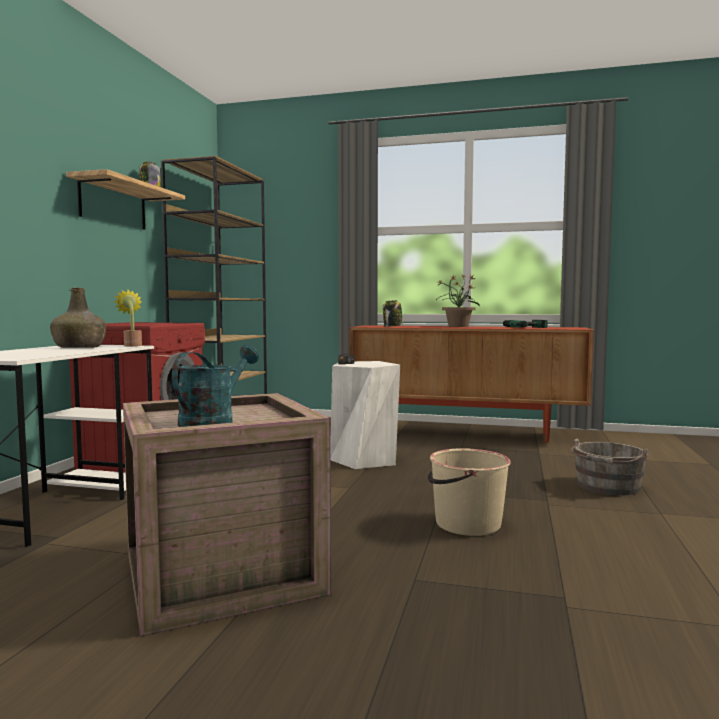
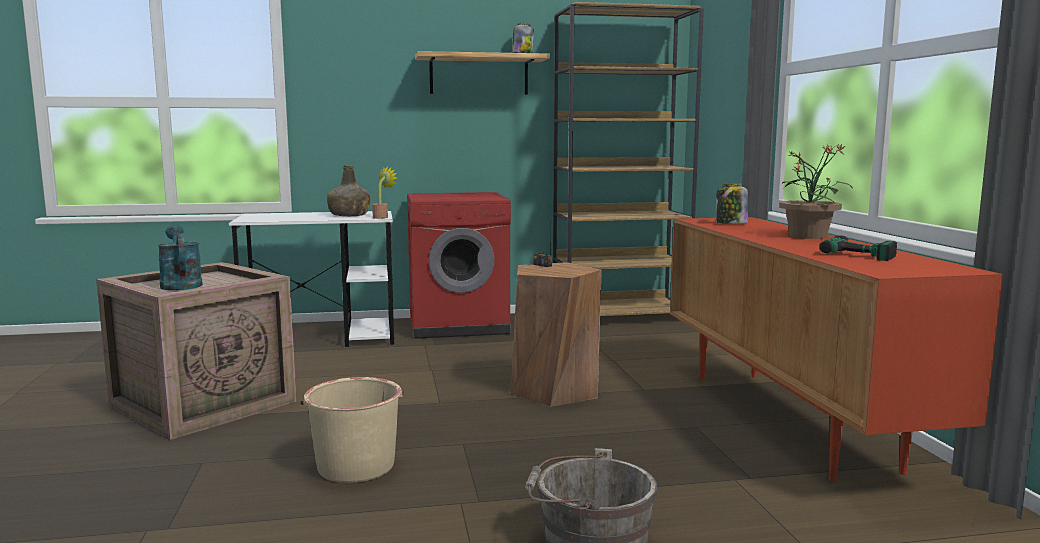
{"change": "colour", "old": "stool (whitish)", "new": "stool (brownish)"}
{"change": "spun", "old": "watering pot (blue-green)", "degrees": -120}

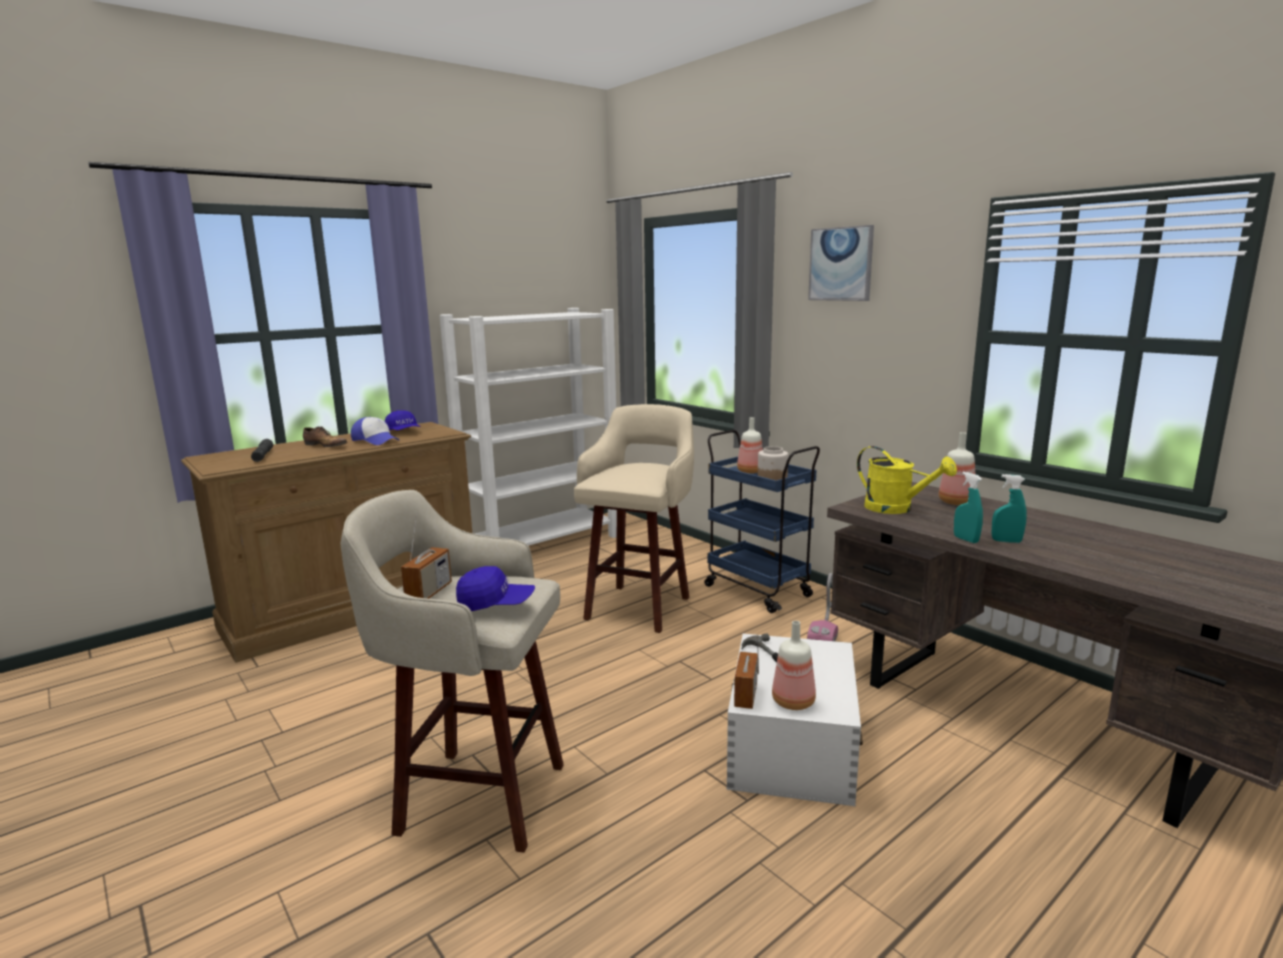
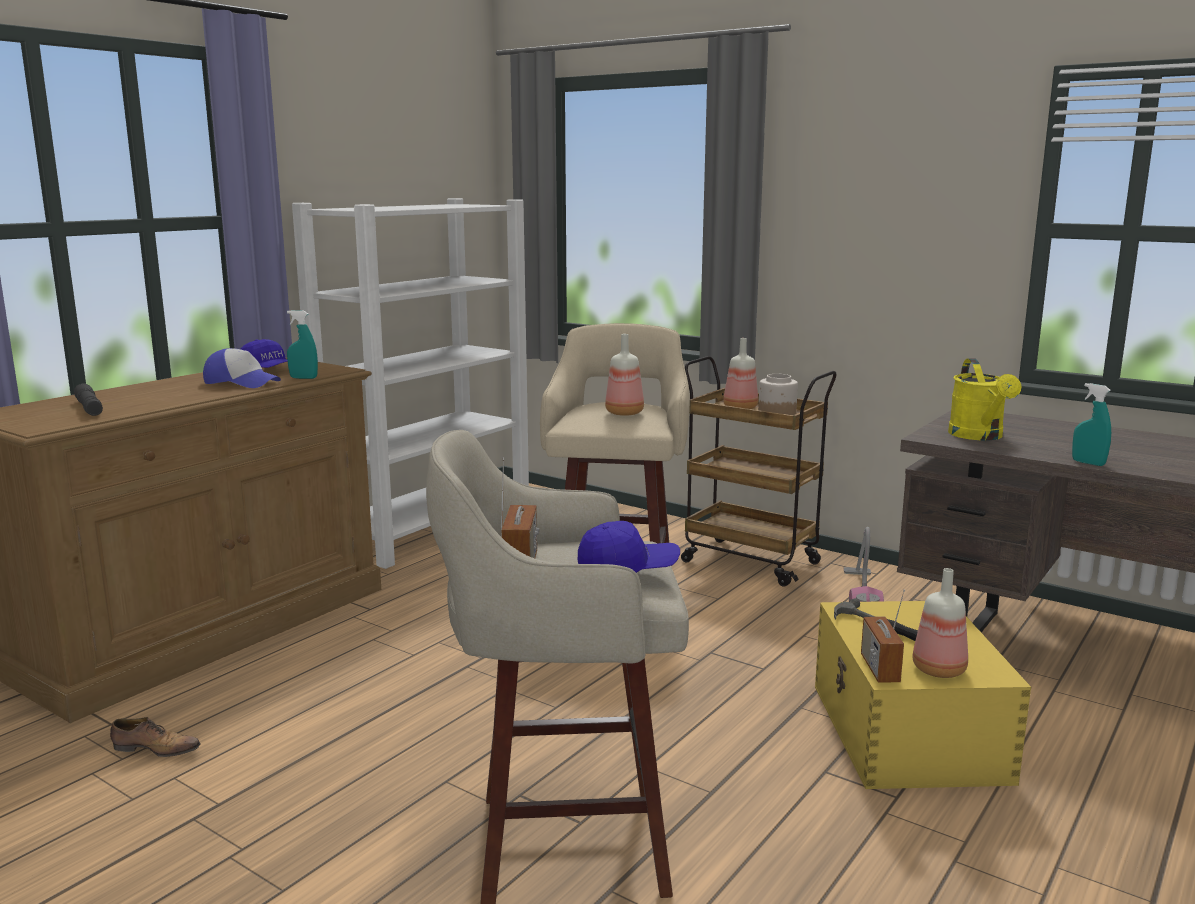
{"change": "missing", "old": "wall art"}
{"change": "relocated", "old": "item of footwear"}
{"change": "relocated", "old": "bottle (no. 3 from left in the first image)", "new": "bottle (no. 1 from left)"}
{"change": "relocated", "old": "sprayer (blue-green) (no. 2 from left in the first image)", "new": "sprayer (blue-green) (no. 1 from left)"}
{"change": "colour", "old": "wheeled cart (blue-coloured)", "new": "wheeled cart (brownish)"}
{"change": "colour", "old": "storage bin (whitish)", "new": "storage bin (yellowish)"}
{"change": "spun", "old": "watering pot (yellowish)", "degrees": 60}

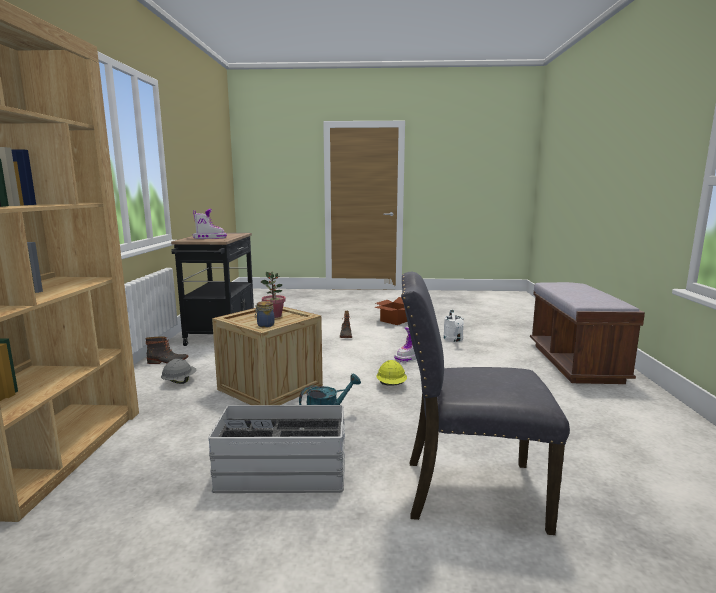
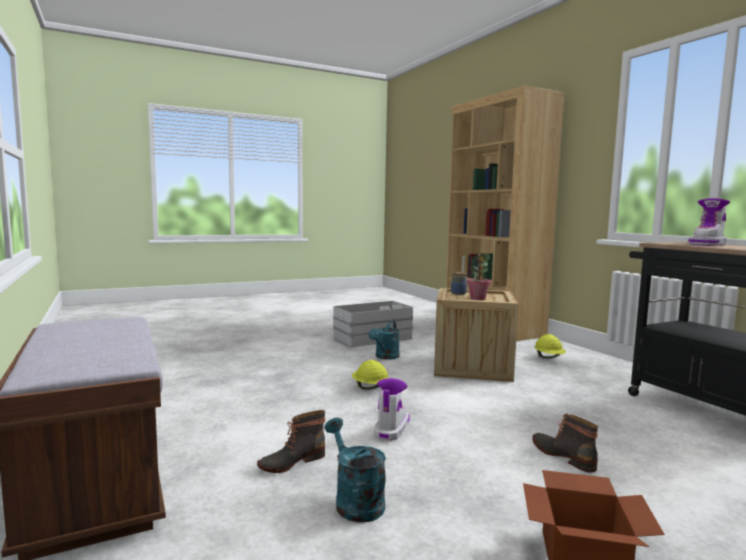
{"change": "missing", "old": "upright chair (gray)"}
{"change": "relocated", "old": "high-top boot (no. 1 from left)"}
{"change": "colour", "old": "hard hat (gray)", "new": "hard hat (yellowish) (no. 2 from left)"}
{"change": "colour", "old": "watering pot (whitish)", "new": "watering pot (blue-green) (no. 1 from left)"}

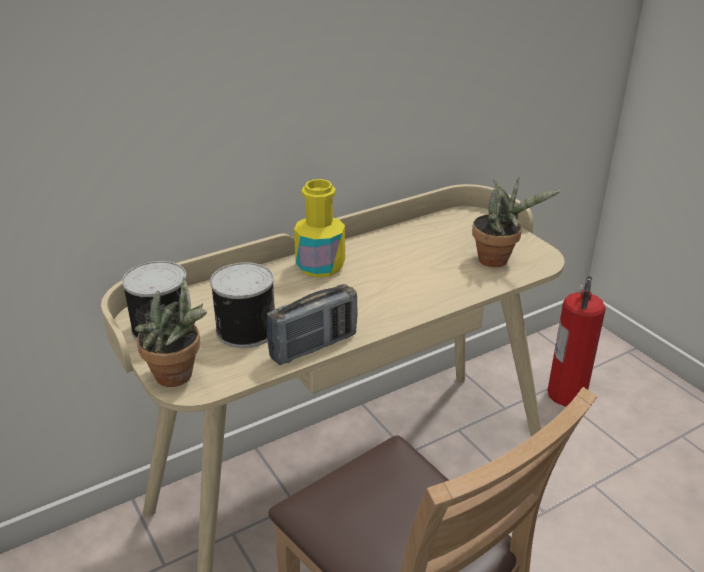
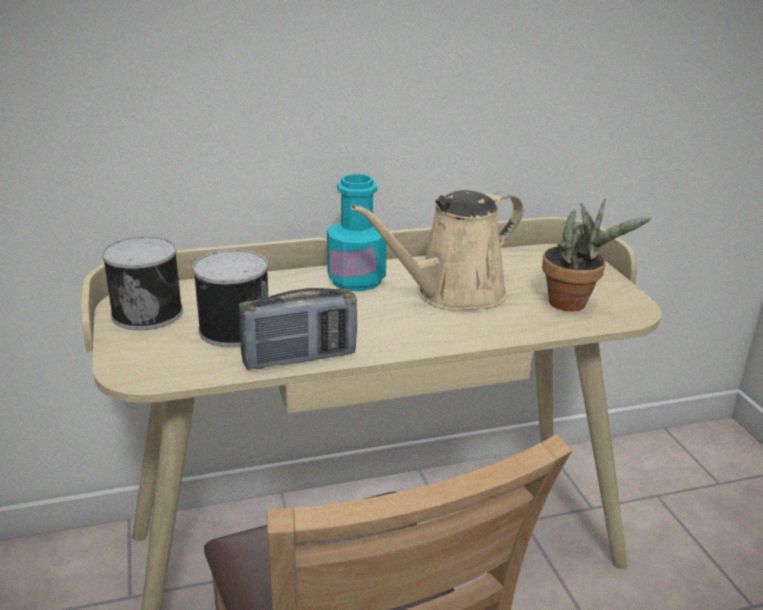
{"change": "missing", "old": "houseplant (no. 1 from left)"}
{"change": "missing", "old": "extinguisher"}
{"change": "appeared", "new": "watering pot (sand-coloured)"}
{"change": "colour", "old": "bottle (yellowish)", "new": "bottle (blue-green)"}

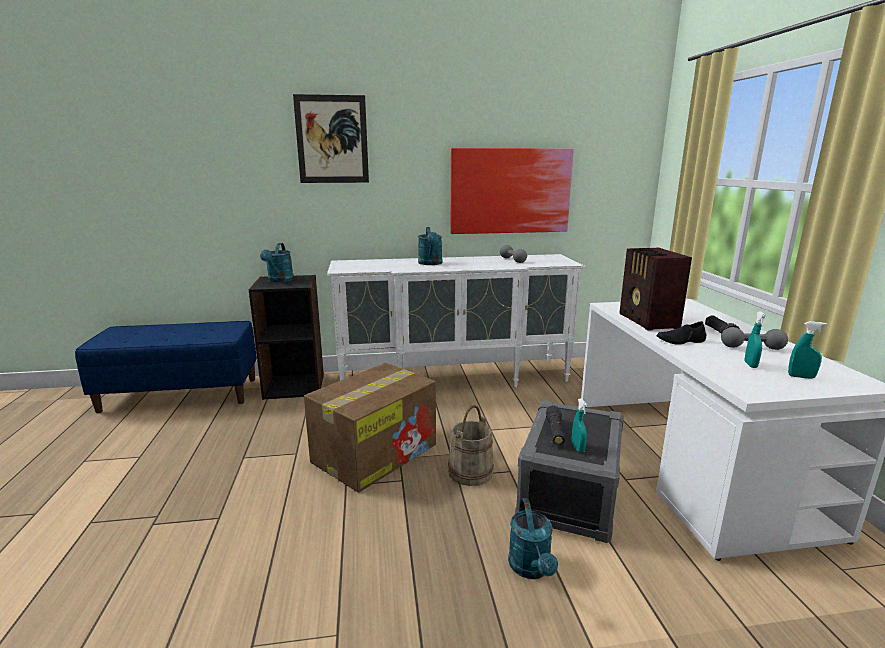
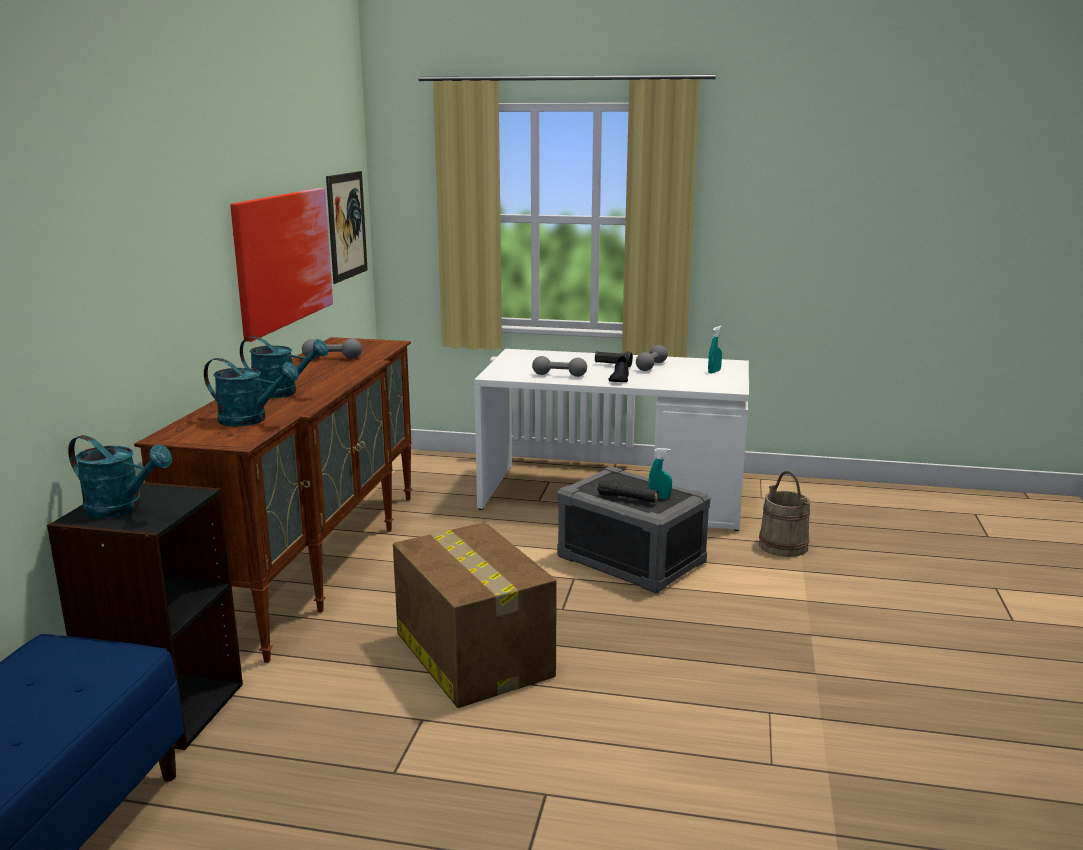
{"change": "missing", "old": "sprayer (blue-green) (no. 2 from left)"}
{"change": "relocated", "old": "wall art (no. 1 from left in the first image)", "new": "wall art (no. 2 from left)"}
{"change": "relocated", "old": "water bucket (sand-coloured)"}
{"change": "relocated", "old": "watering pot (blue-green) (no. 3 from left in the first image)", "new": "watering pot (blue-green) (no. 2 from left)"}
{"change": "exchanged", "old": "radio receiver", "new": "dumbbell (gray) (no. 2 from left)"}
{"change": "colour", "old": "cabinet (whitish)", "new": "cabinet (brownish)"}

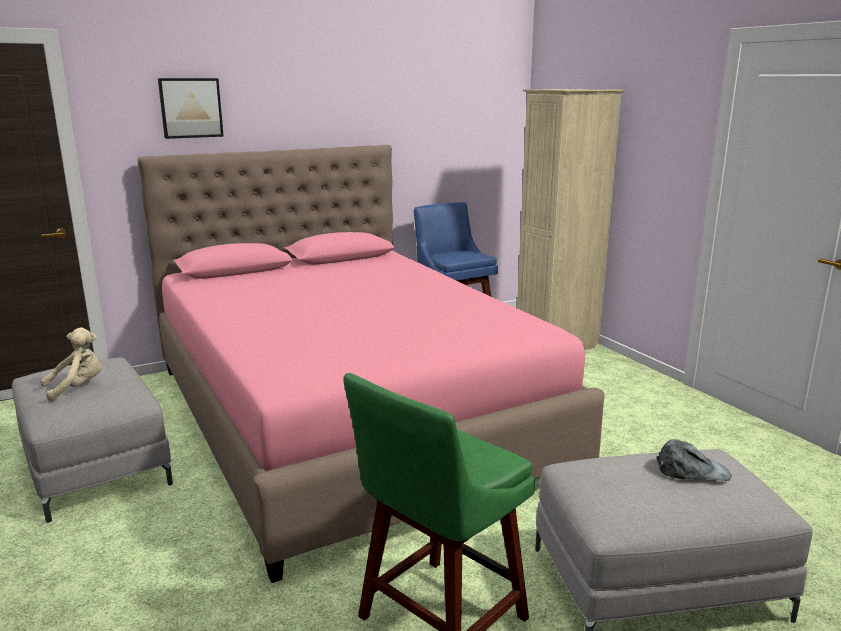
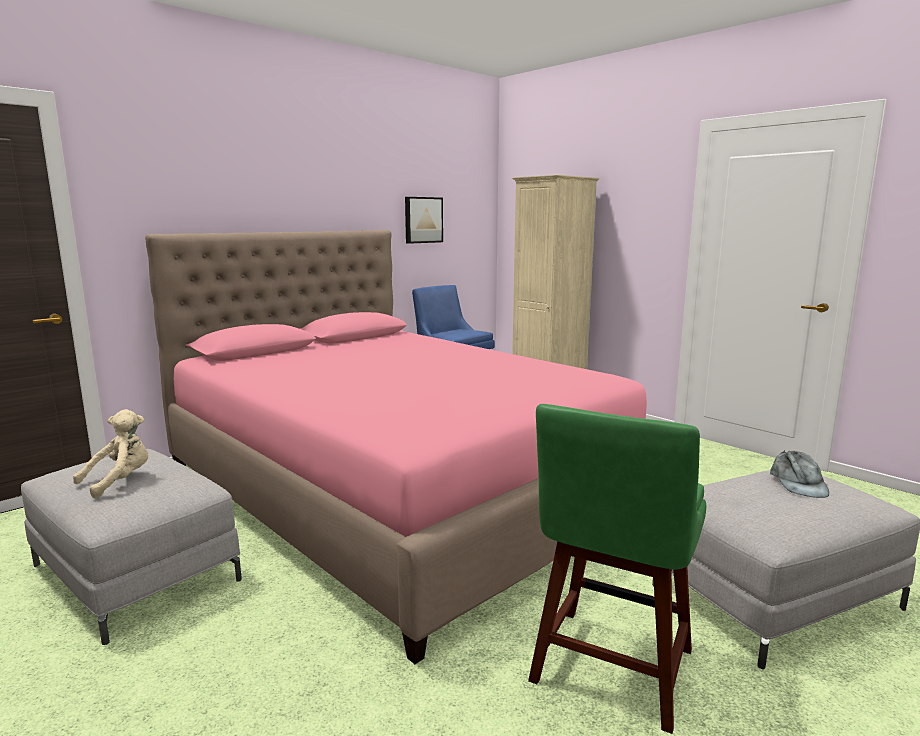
{"change": "relocated", "old": "wall art"}
{"change": "spun", "old": "cap (gray)", "degrees": 105}

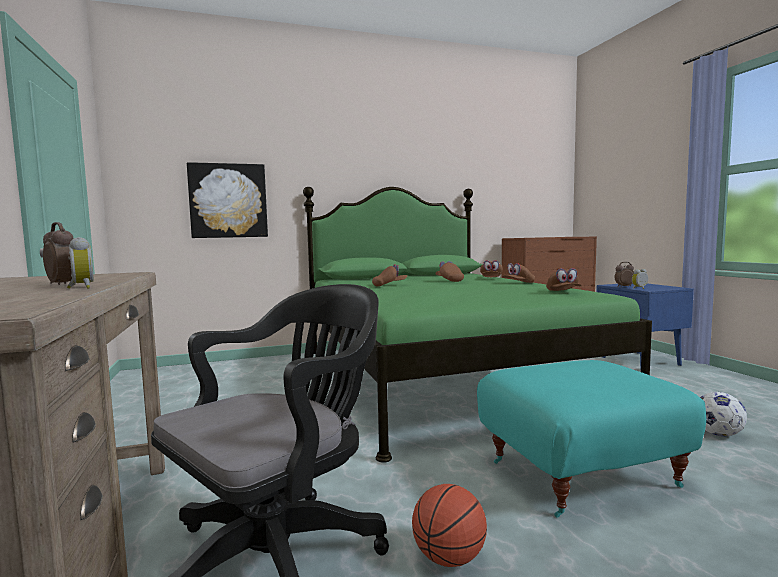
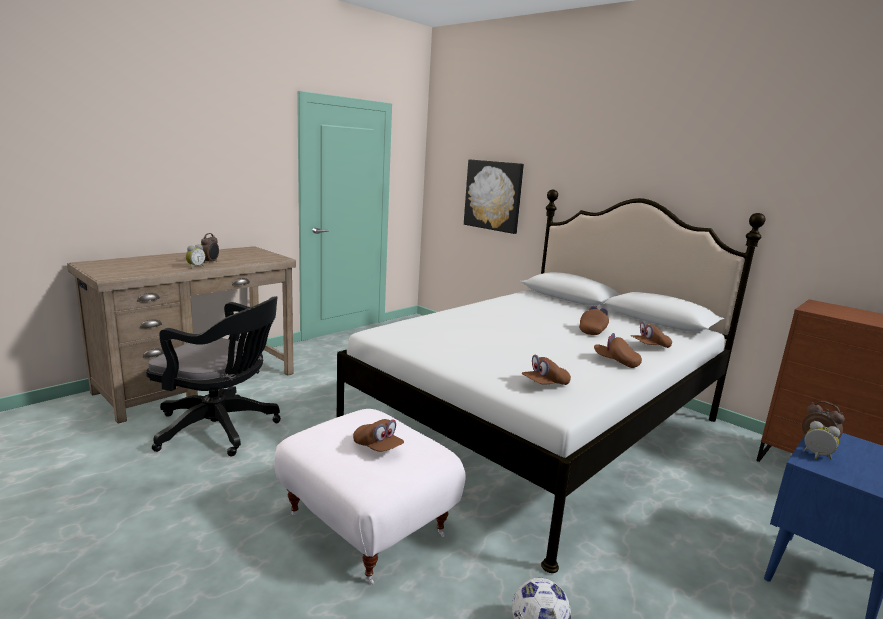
{"change": "missing", "old": "basketball"}
{"change": "relocated", "old": "cap (brownish) (no. 1 from left)"}
{"change": "colour", "old": "bedroom bed (green-coloured)", "new": "bedroom bed (whitish)"}
{"change": "colour", "old": "ottoman (blue-green)", "new": "ottoman (whitish)"}

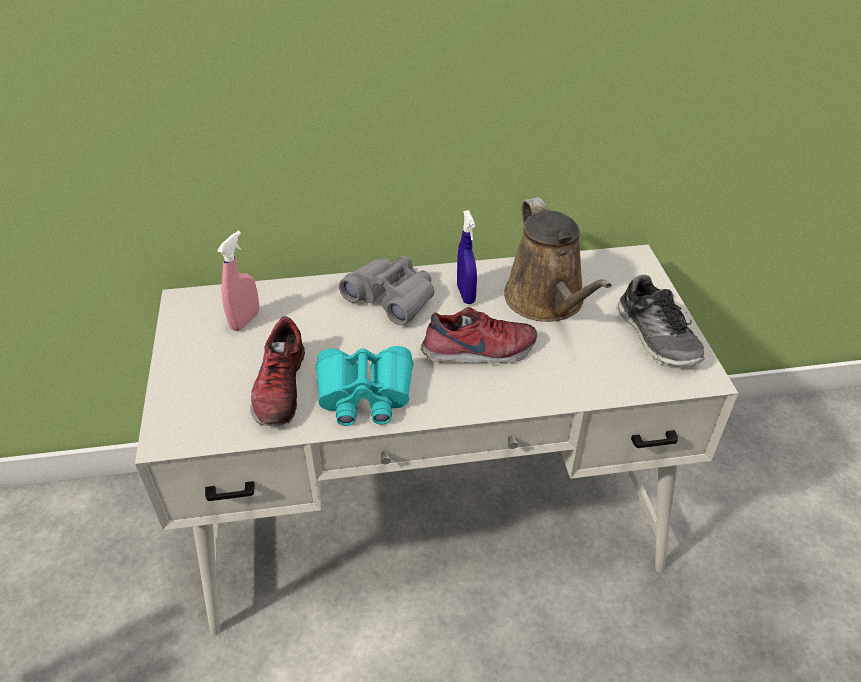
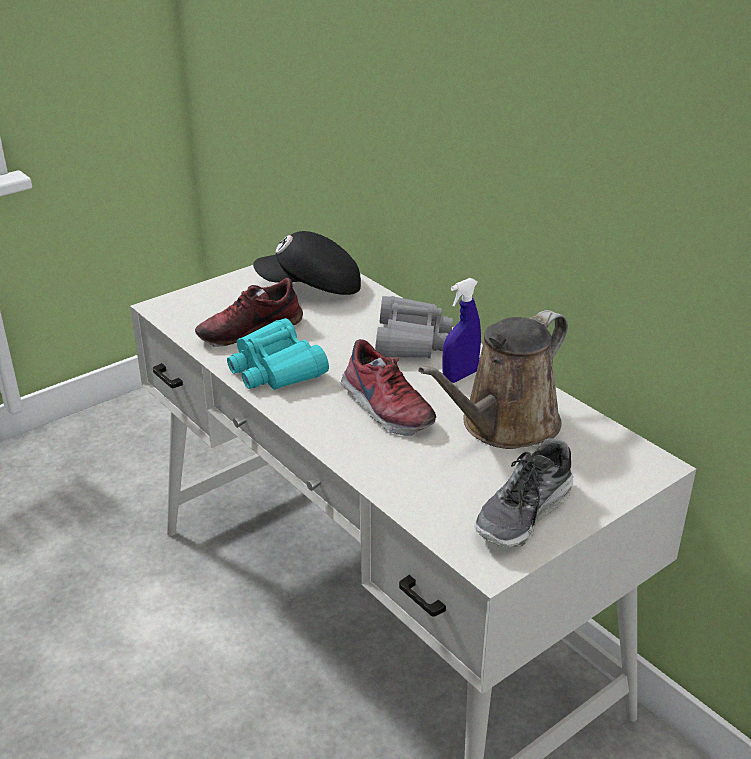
{"change": "exchanged", "old": "sprayer (pink-coloured)", "new": "cap (black-coloured)"}

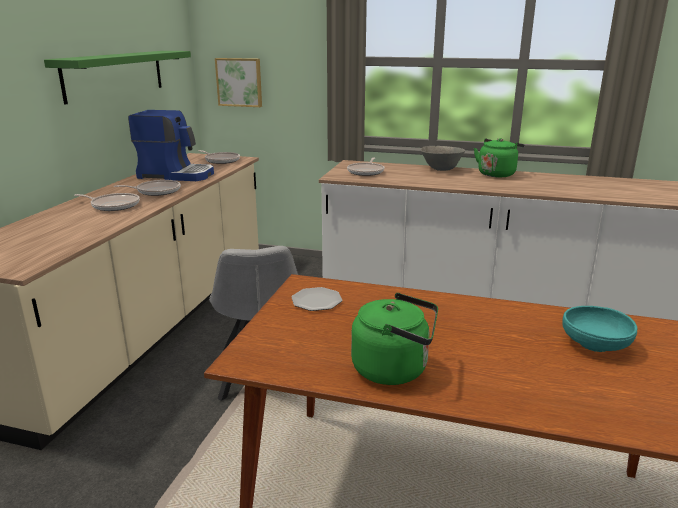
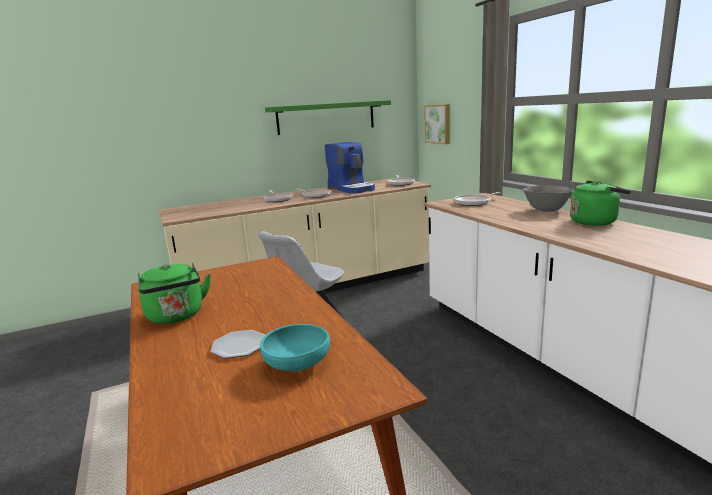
{"change": "relocated", "old": "plate"}

